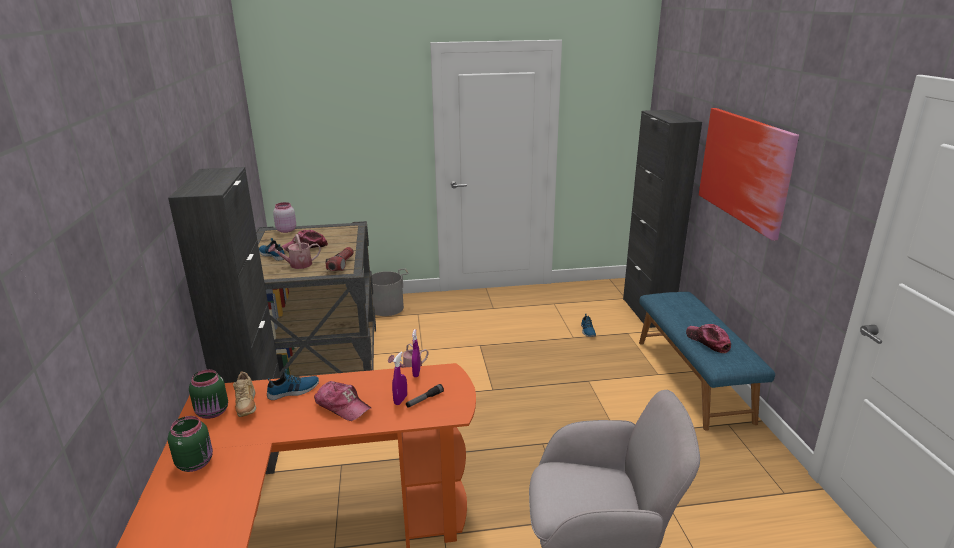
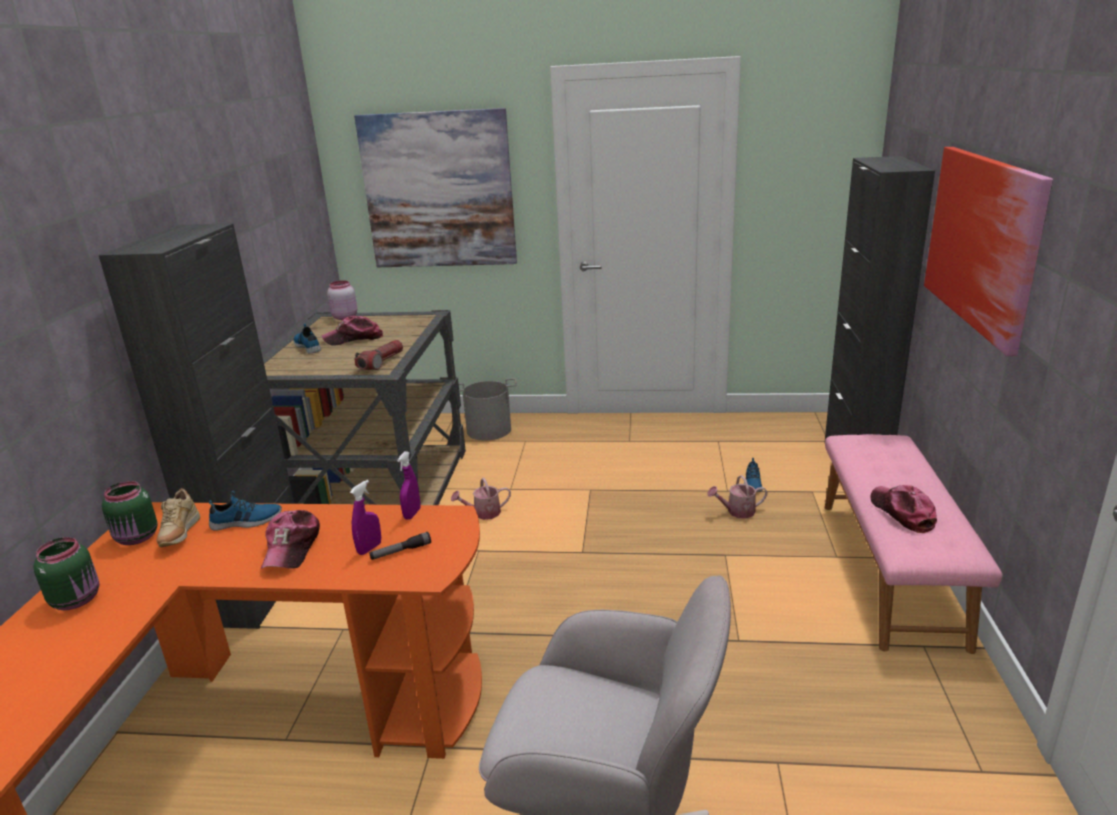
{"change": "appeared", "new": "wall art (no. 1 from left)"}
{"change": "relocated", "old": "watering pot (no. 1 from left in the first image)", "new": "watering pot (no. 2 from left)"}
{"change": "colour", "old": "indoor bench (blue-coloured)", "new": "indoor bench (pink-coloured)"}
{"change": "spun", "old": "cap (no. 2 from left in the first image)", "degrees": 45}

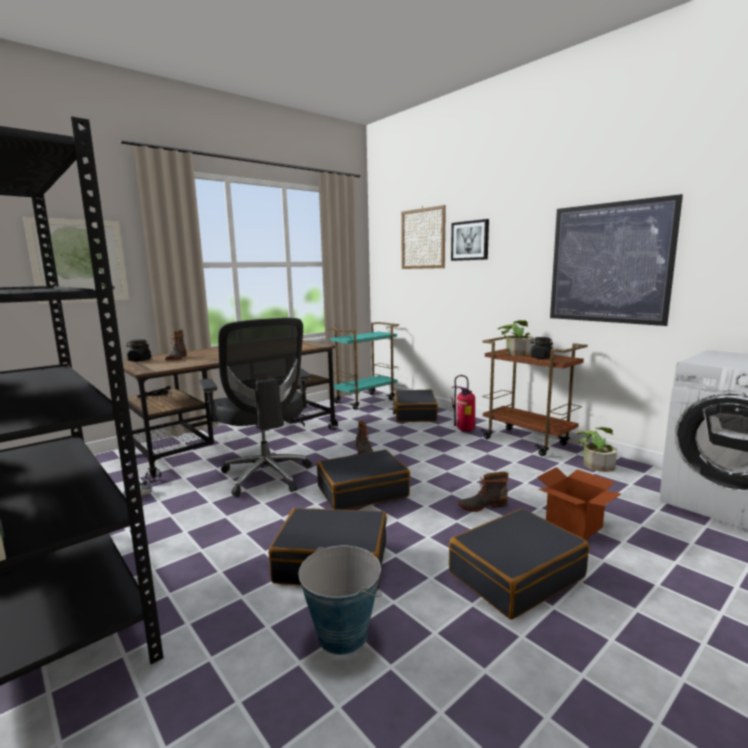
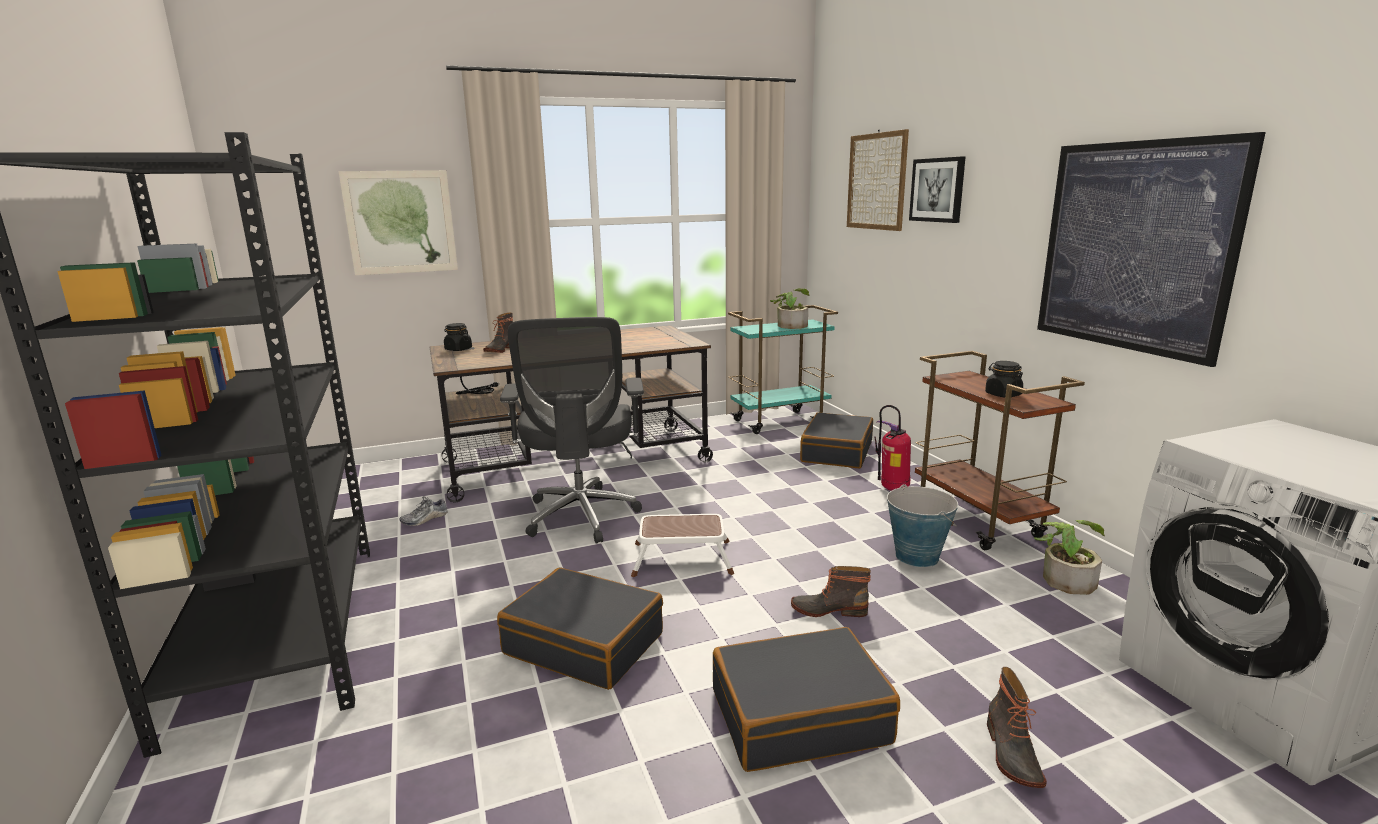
{"change": "missing", "old": "packing box"}
{"change": "relocated", "old": "water bucket"}
{"change": "relocated", "old": "high-top boot (no. 2 from left in the first image)", "new": "high-top boot (no. 3 from left)"}
{"change": "relocated", "old": "houseplant (no. 1 from left)"}
{"change": "exchanged", "old": "piece of luggage (black-coloured) (no. 2 from left)", "new": "step ladder (brownish)"}

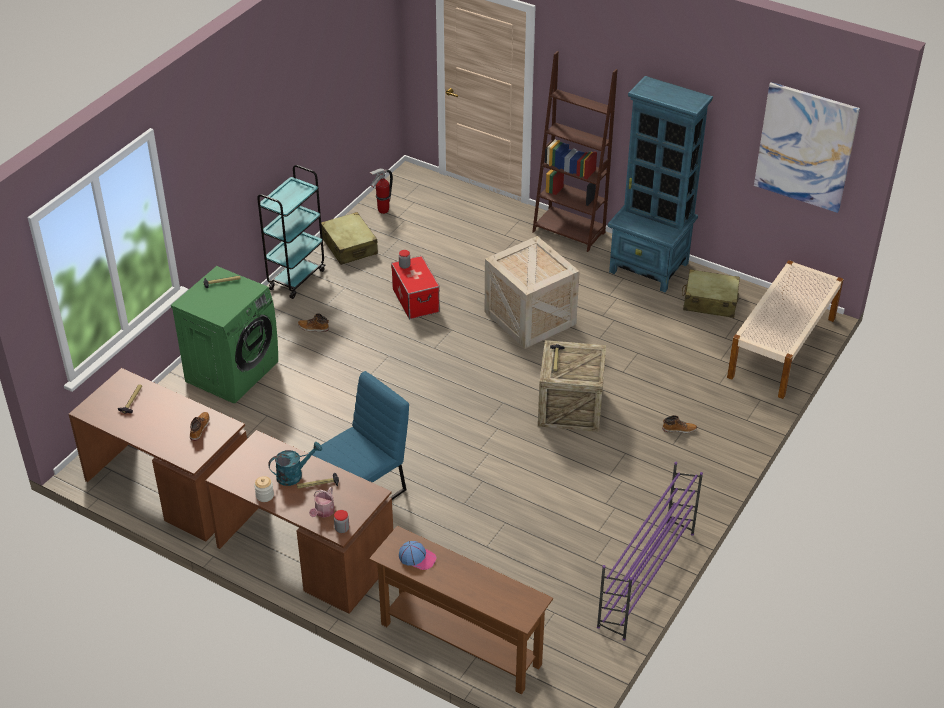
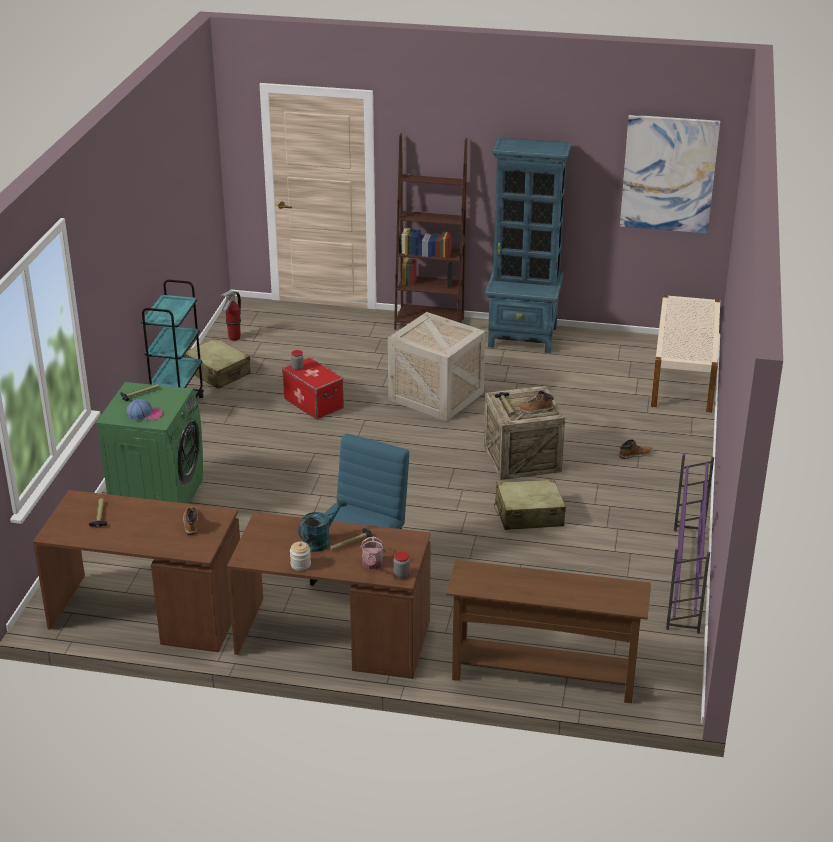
{"change": "relocated", "old": "high-top boot (no. 2 from left)"}
{"change": "relocated", "old": "cap"}
{"change": "relocated", "old": "piece of luggage (sand-coloured) (no. 2 from left)"}

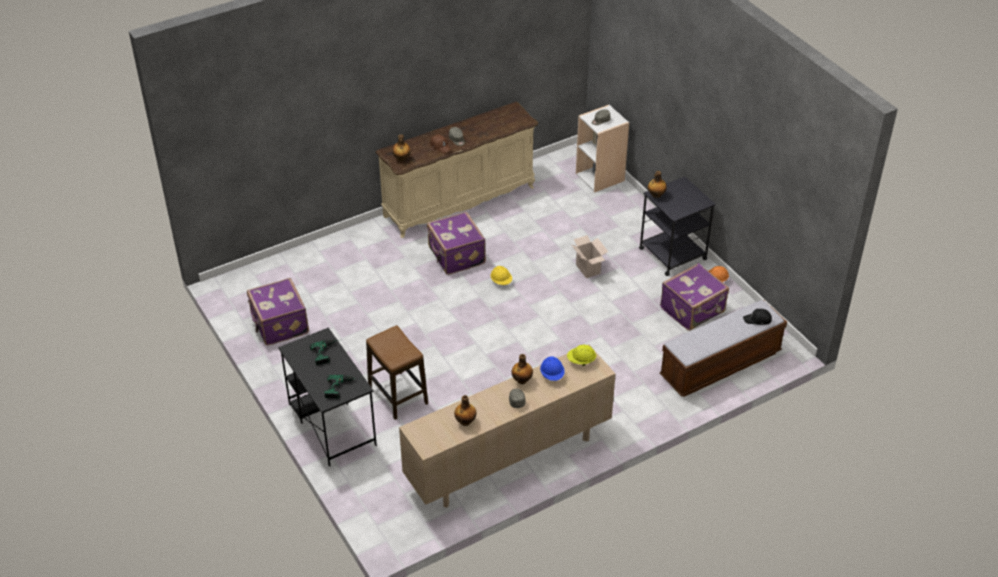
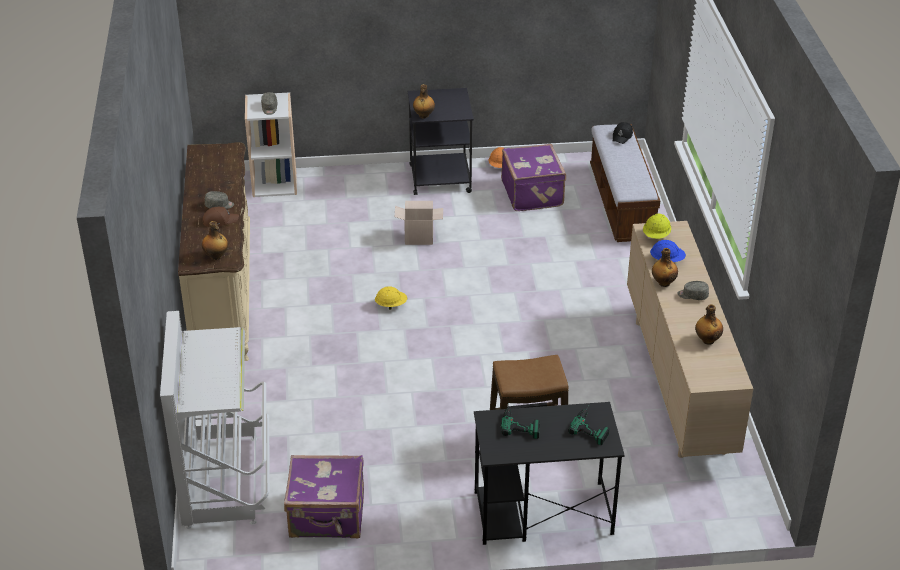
{"change": "missing", "old": "piece of luggage (purplish) (no. 2 from left)"}
{"change": "appeared", "new": "shoe rack (whitish)"}

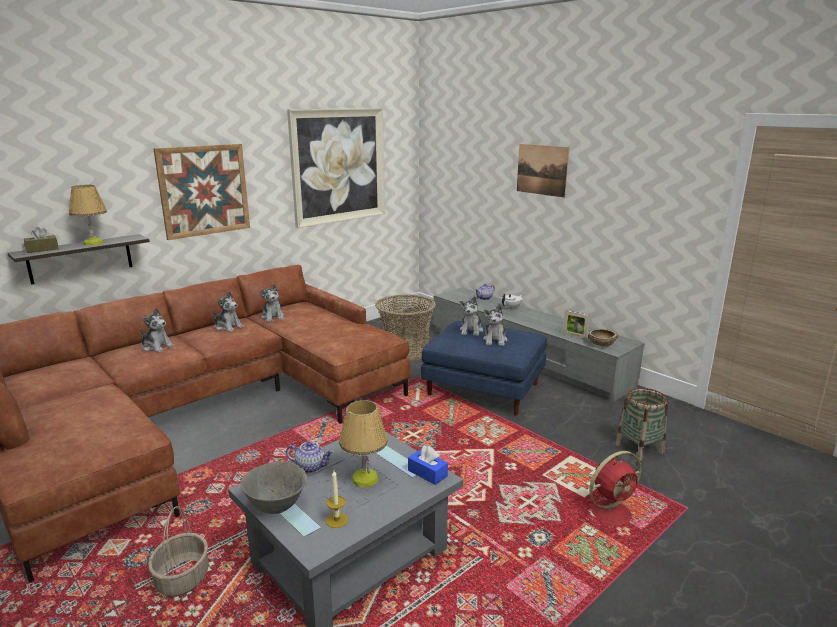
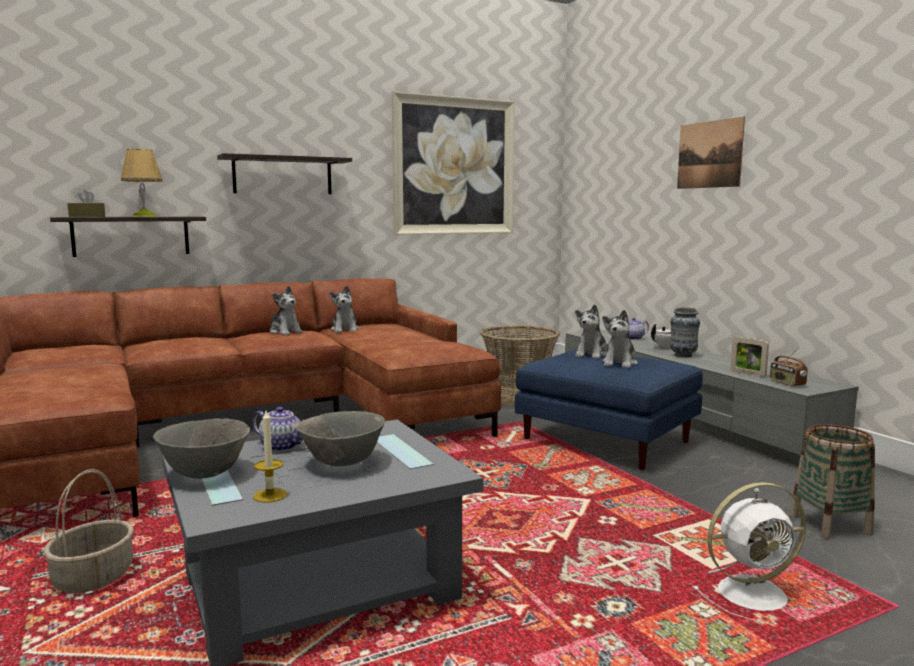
{"change": "missing", "old": "cuddly toy (no. 1 from left)"}
{"change": "missing", "old": "tissue box (blue-coloured)"}
{"change": "appeared", "new": "flower vase"}
{"change": "exchanged", "old": "wall art (no. 1 from left)", "new": "wall shelf (no. 2 from left)"}
{"change": "exchanged", "old": "tabletop lamp (no. 2 from left)", "new": "bowl (gray) (no. 2 from left)"}
{"change": "exchanged", "old": "bowl (brownish)", "new": "radio receiver"}
{"change": "colour", "old": "electric fan (red)", "new": "electric fan (whitish)"}

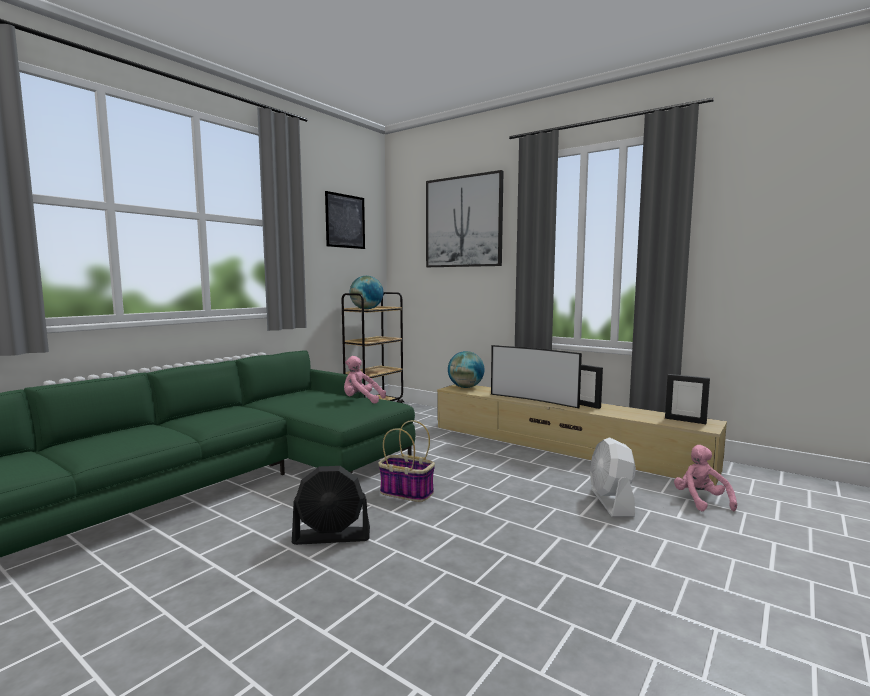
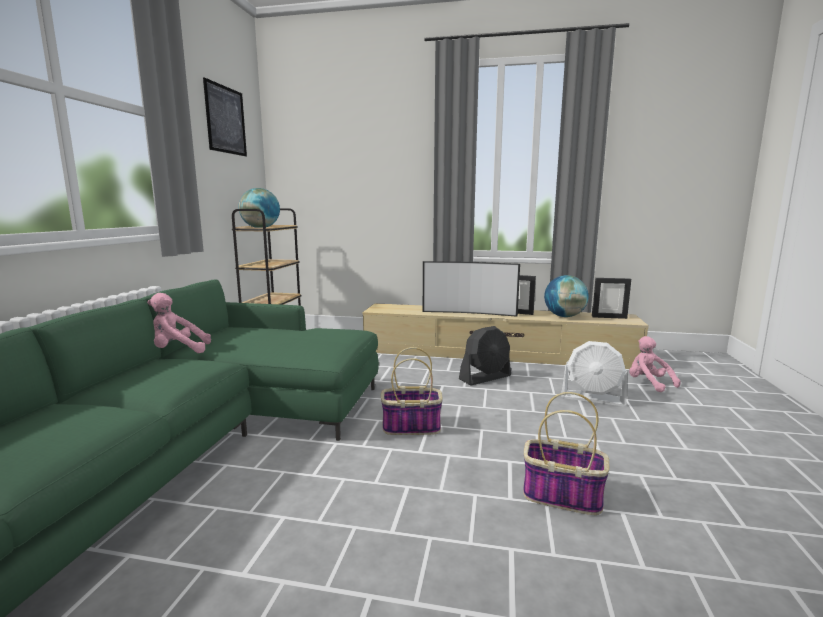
{"change": "missing", "old": "wall art (no. 2 from left)"}
{"change": "appeared", "new": "basket (no. 2 from left)"}
{"change": "relocated", "old": "electric fan (black-coloured)"}
{"change": "relocated", "old": "cuddly toy (pink-coloured) (no. 1 from left)"}
{"change": "relocated", "old": "world globe (no. 2 from left)"}
{"change": "spun", "old": "electric fan (whitish)", "degrees": -45}

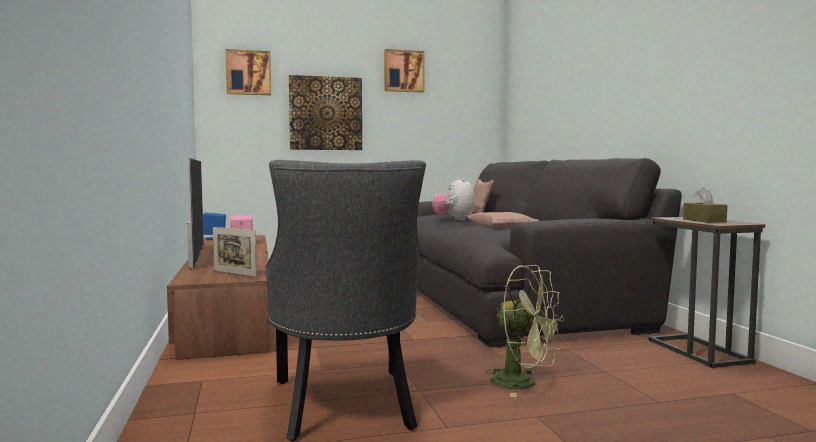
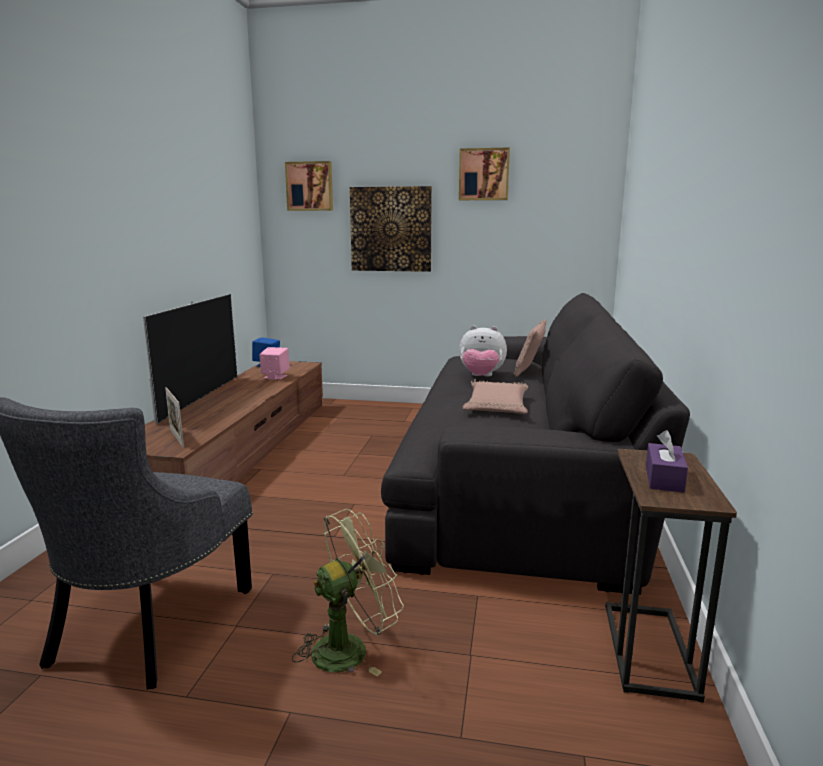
{"change": "colour", "old": "tissue box (brownish)", "new": "tissue box (purplish)"}
{"change": "spun", "old": "cuddly toy", "degrees": -90}
{"change": "spun", "old": "electric fan (green-coloured)", "degrees": -90}

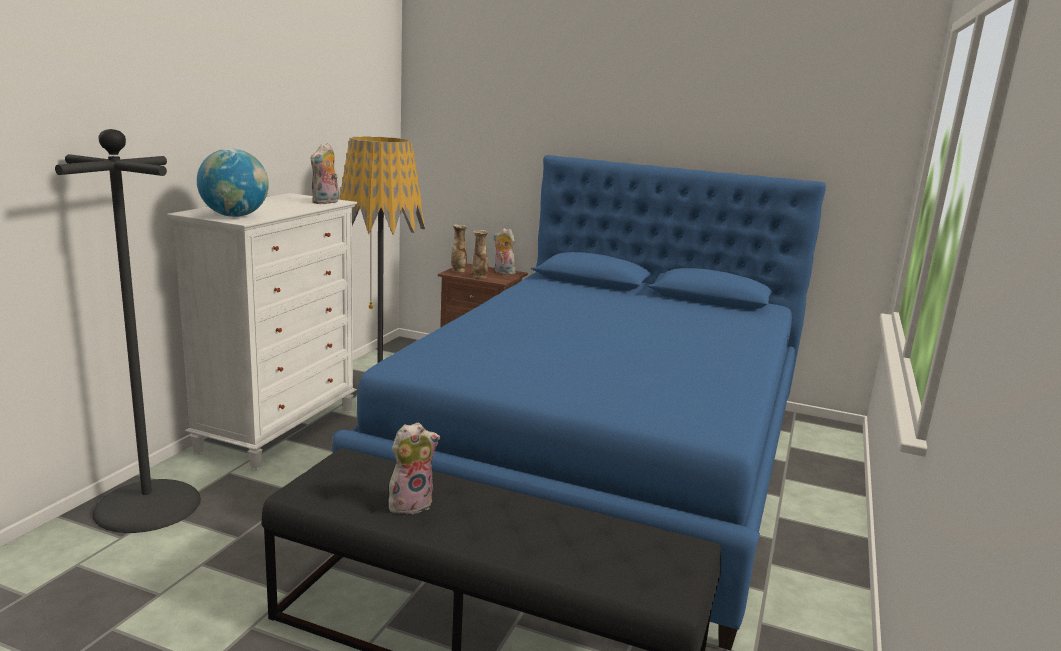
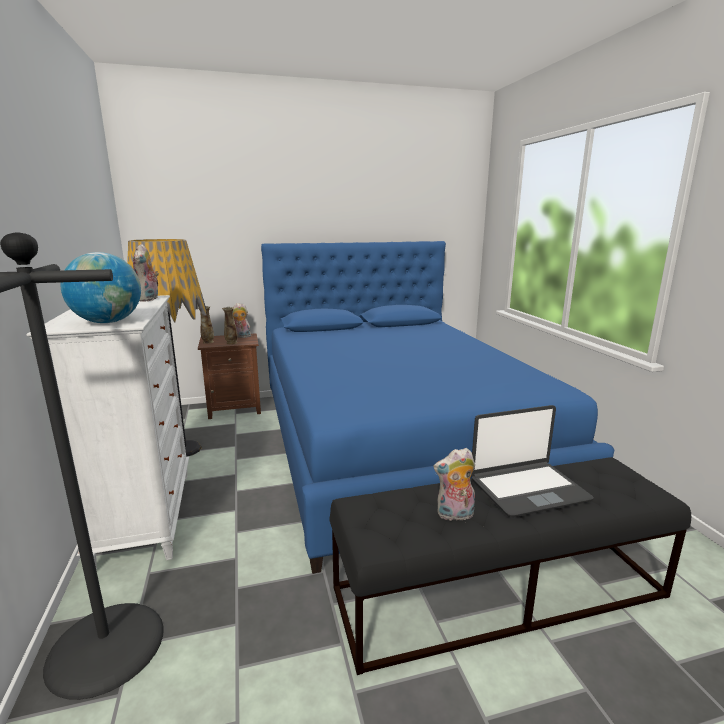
{"change": "appeared", "new": "laptop"}
{"change": "spun", "old": "cuddly toy (no. 2 from left in the first image)", "degrees": -120}

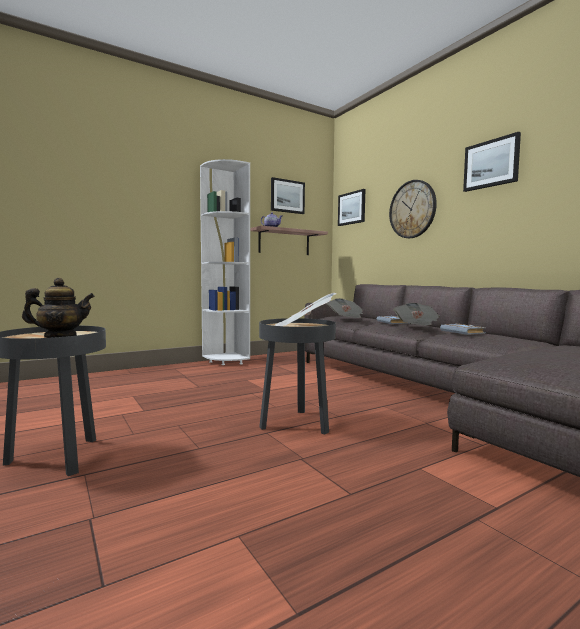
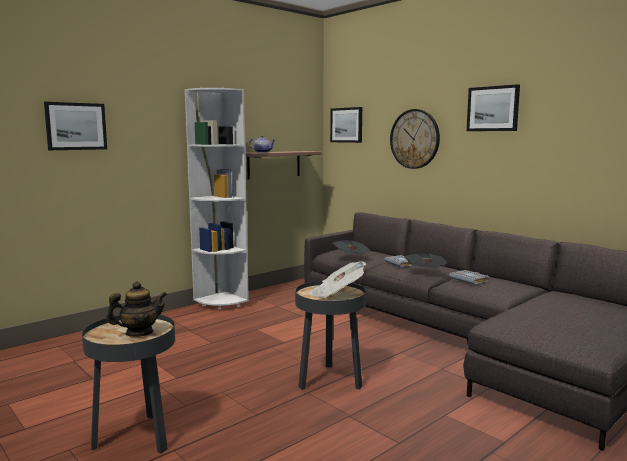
{"change": "relocated", "old": "wall art (no. 1 from left)"}

